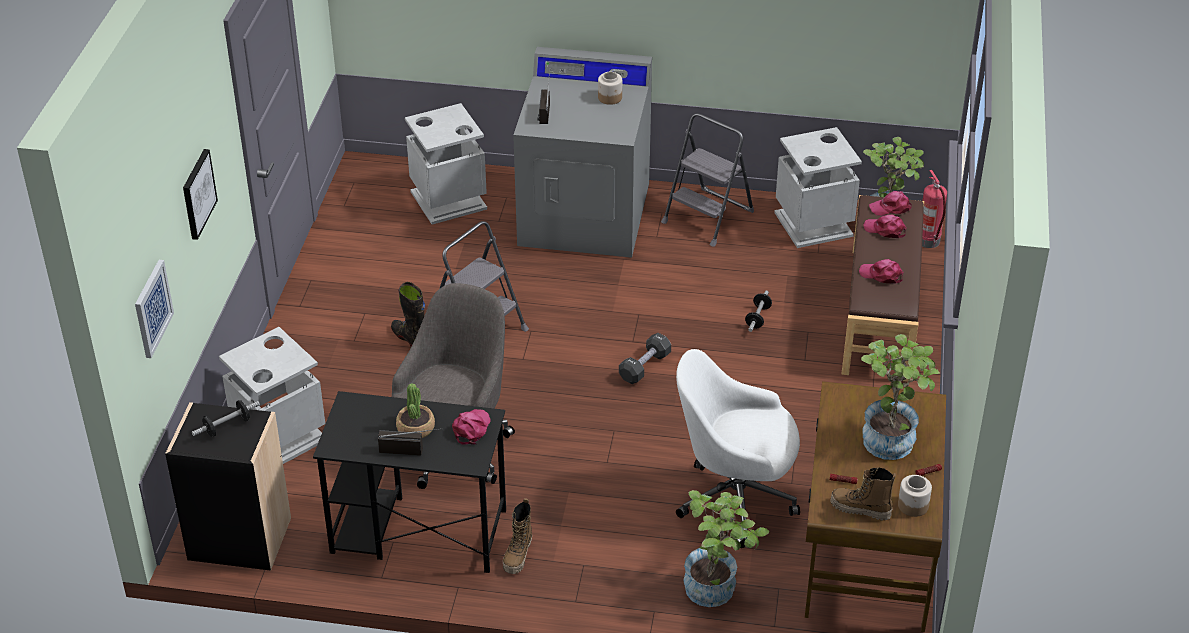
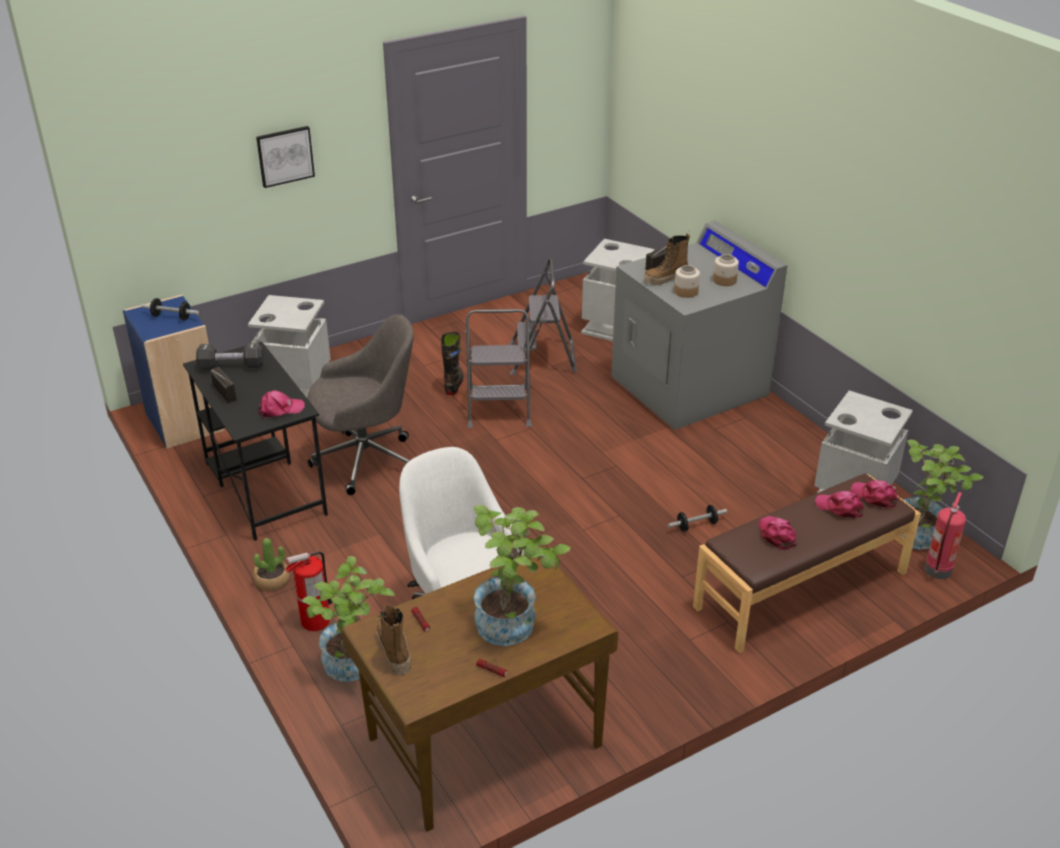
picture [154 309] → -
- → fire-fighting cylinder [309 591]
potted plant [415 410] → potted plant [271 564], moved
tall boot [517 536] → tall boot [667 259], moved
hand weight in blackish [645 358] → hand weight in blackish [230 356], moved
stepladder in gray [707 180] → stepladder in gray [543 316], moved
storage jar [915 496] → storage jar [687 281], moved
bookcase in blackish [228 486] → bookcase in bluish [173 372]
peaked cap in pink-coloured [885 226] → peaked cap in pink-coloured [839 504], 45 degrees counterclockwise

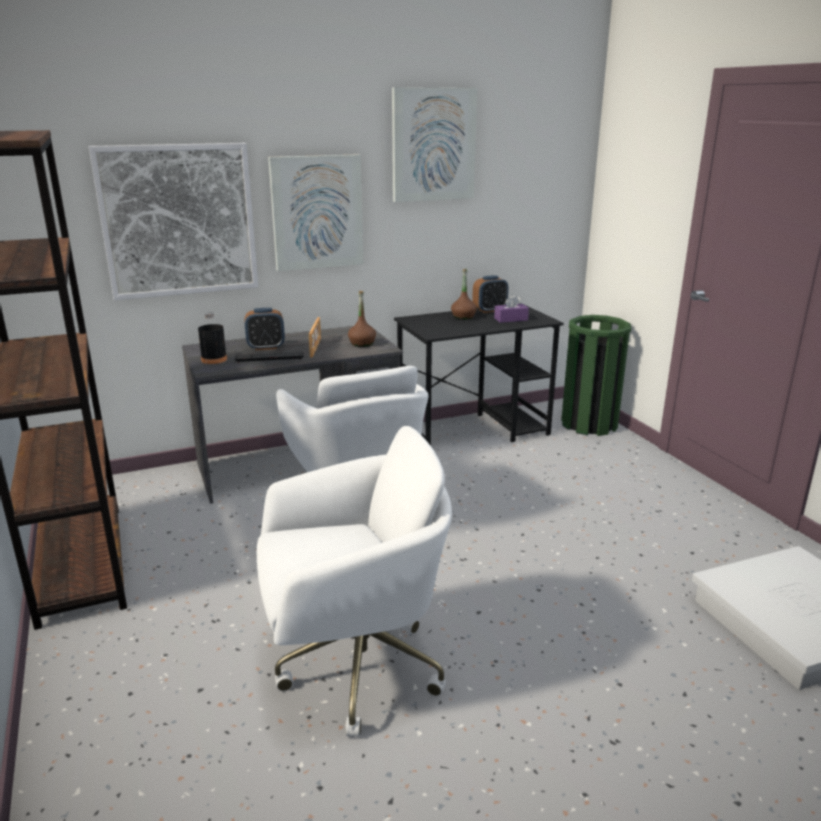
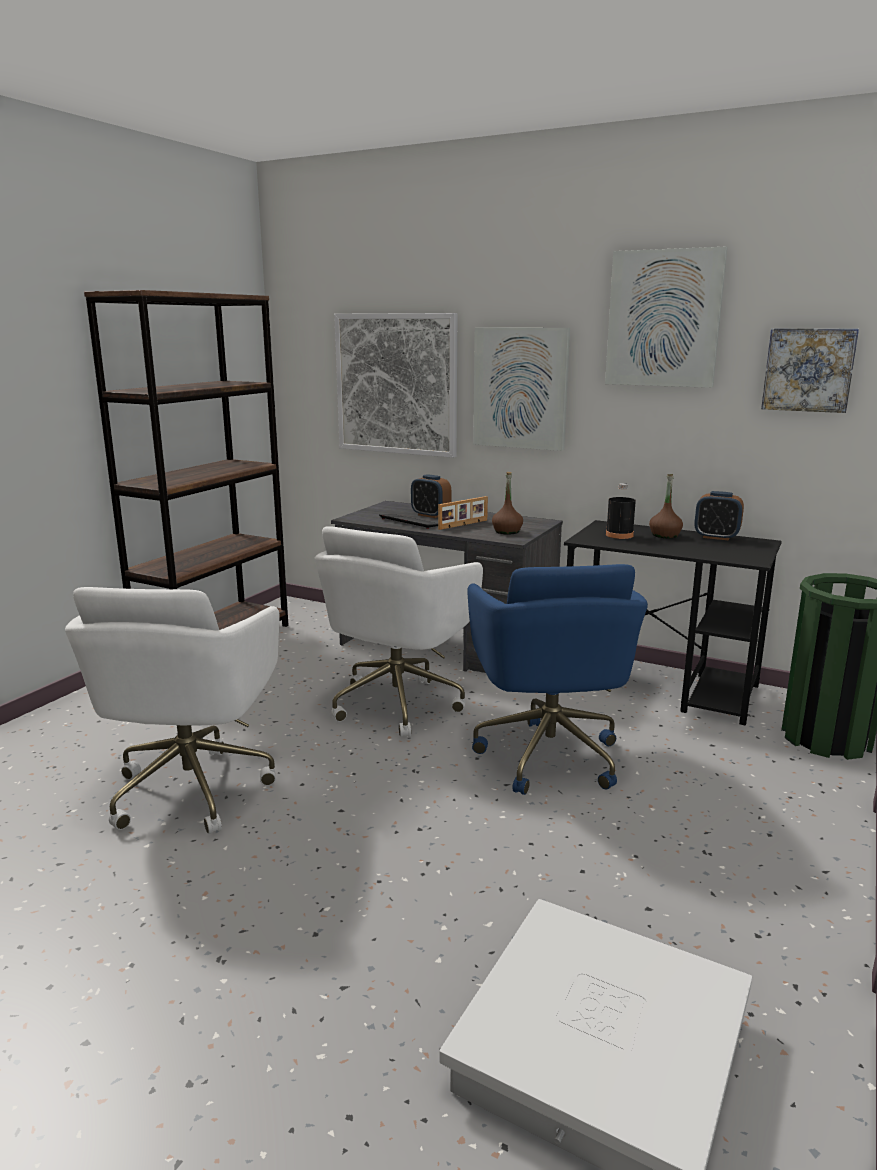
tissue box in purple [511 309] → -
- → computer chair in bluish [557 679]
- → picture [810 370]
beverage bottle in blackish [212 338] → beverage bottle in blackish [621 511], moved
computer chair in whitish [354 581] → computer chair in whitish [172 710], 60 degrees clockwise

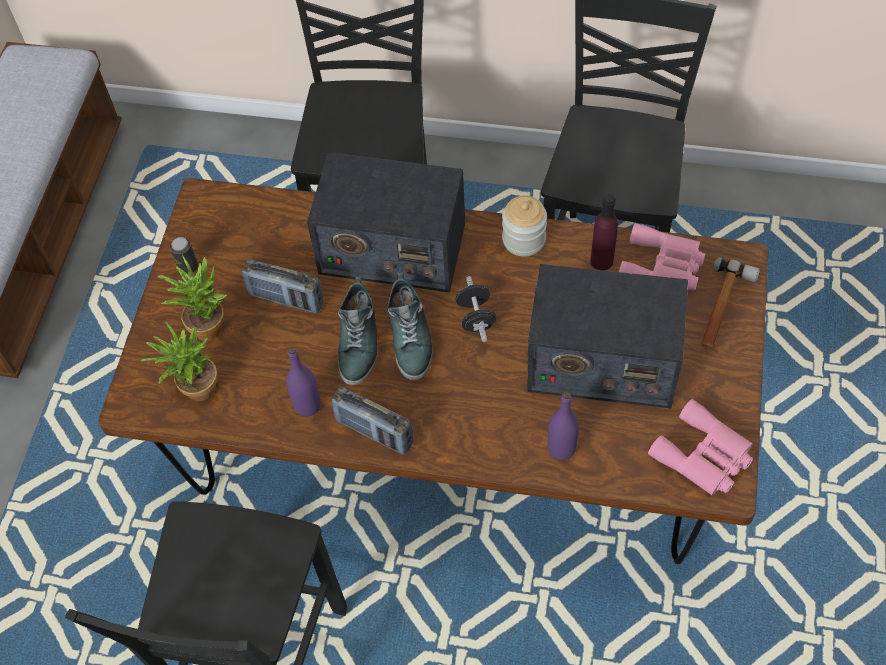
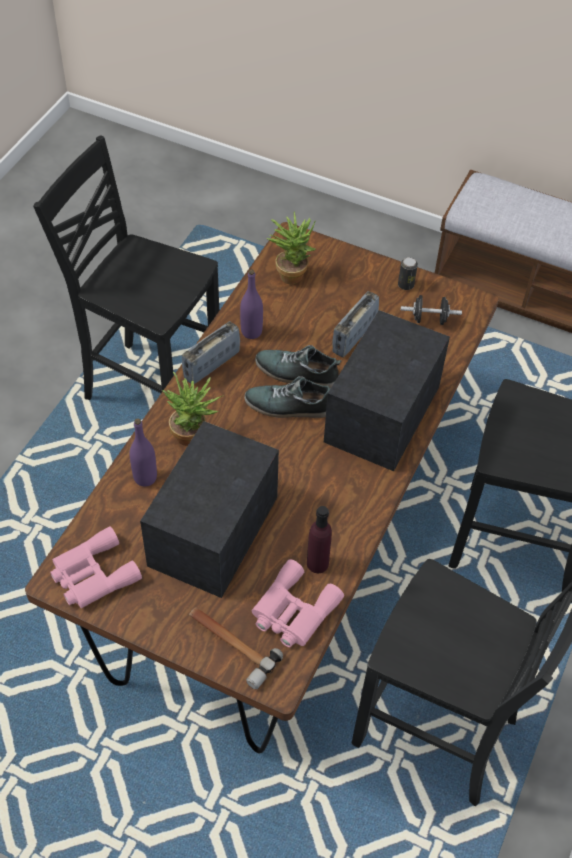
storage jar [524 226] → -
potted plant [192 298] → potted plant [193 409], moved
hand weight in blackish [476 309] → hand weight in blackish [431 310], moved

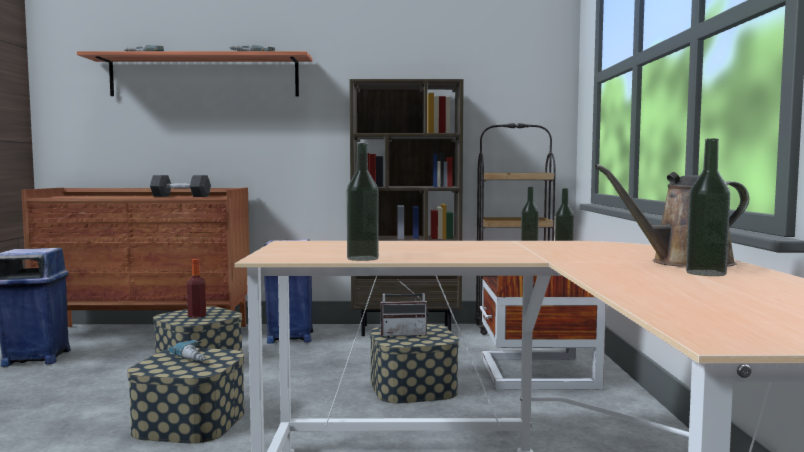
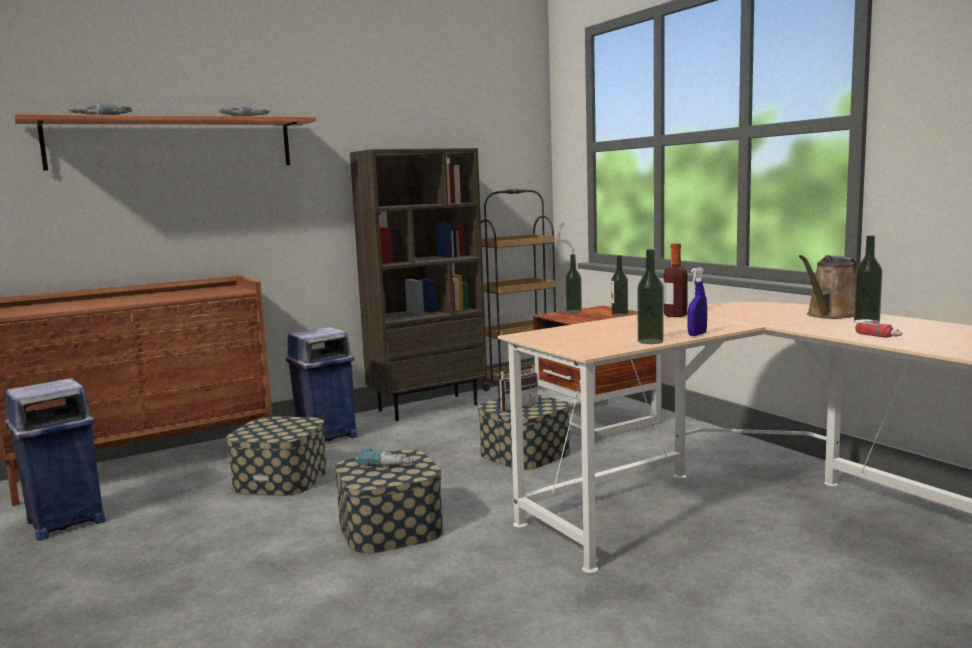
hand weight in gray [180 186] → -
- → hand sprayer in bluish [697 302]
- → electric drill [878 329]
beverage bottle [196 288] → beverage bottle [676 280], moved

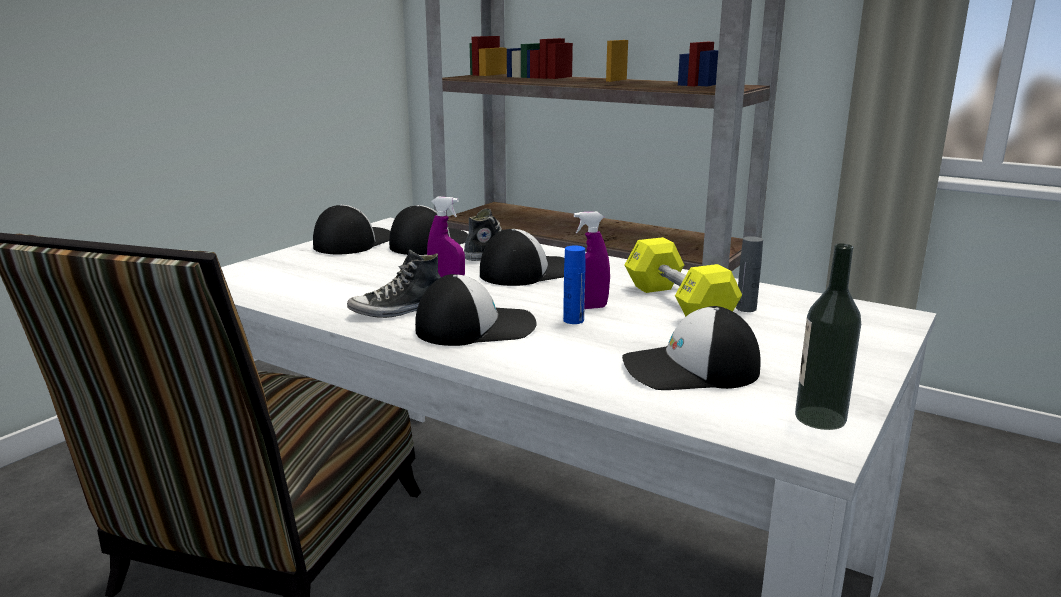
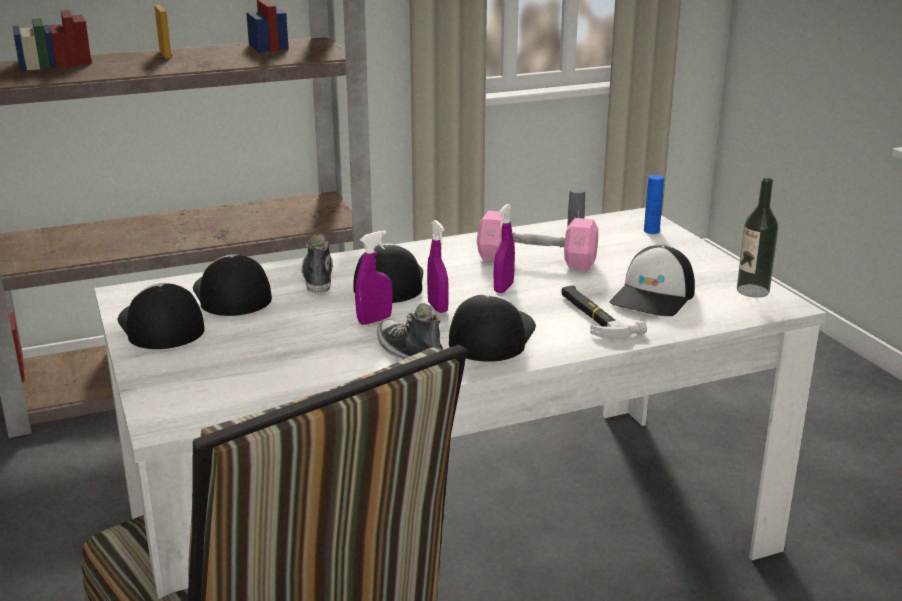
- → hand sprayer in purple [438 266]
- → hand hammer [604 313]
beverage bottle in bluish [574 284] → beverage bottle in bluish [654 204], moved
hand weight in yellow-coloured [683 276] → hand weight in pink-coloured [537 240]
shoe [394 283] → shoe [410 331], 135 degrees clockwise

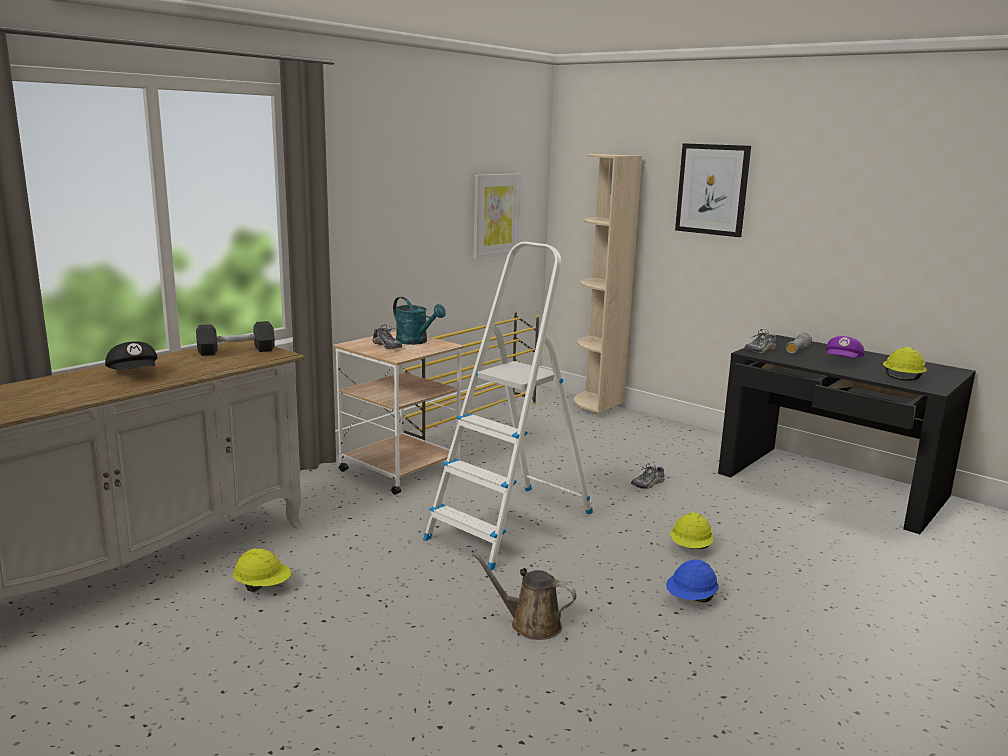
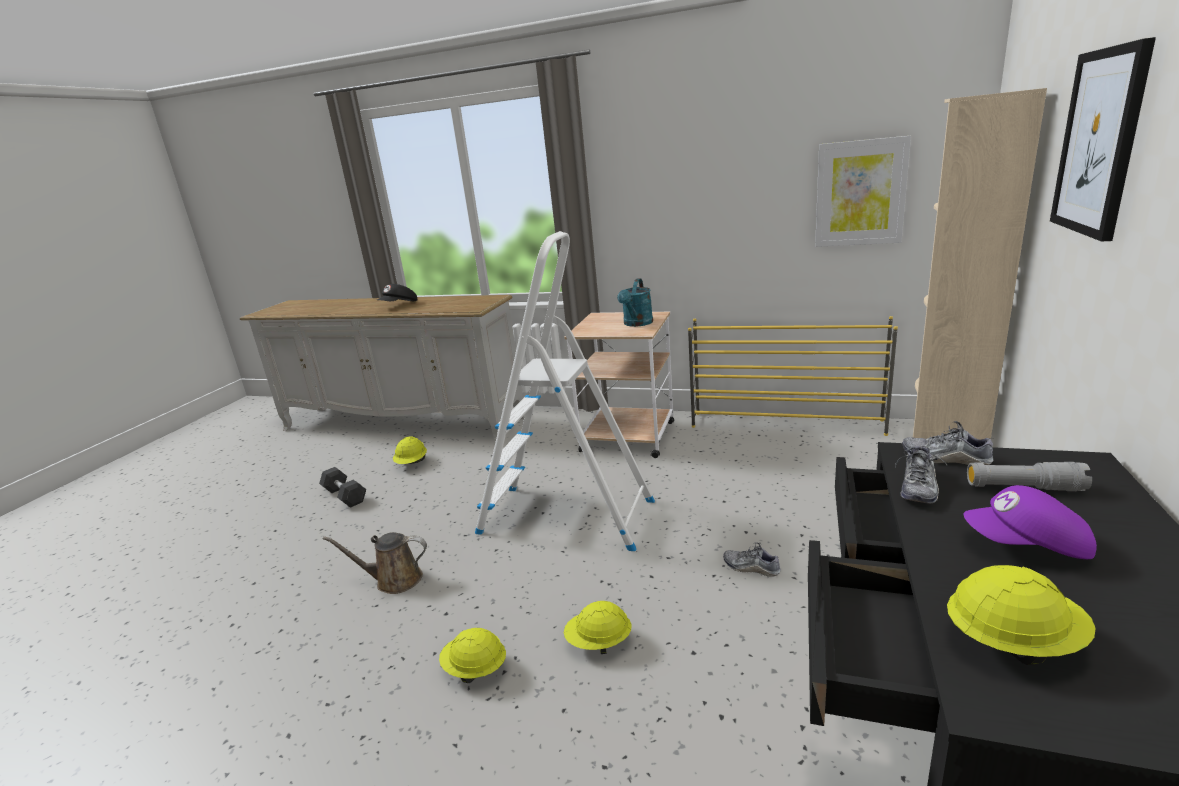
hand weight in gray [235 338] → hand weight in gray [342 487], moved
shoe [387 336] → shoe [921 473], moved
hard hat in bluish [692 580] → hard hat in yellow-coloured [472 655]
sprinkling can in brown-coloured [524 596] → sprinkling can in brown-coloured [375 563], 90 degrees counterclockwise

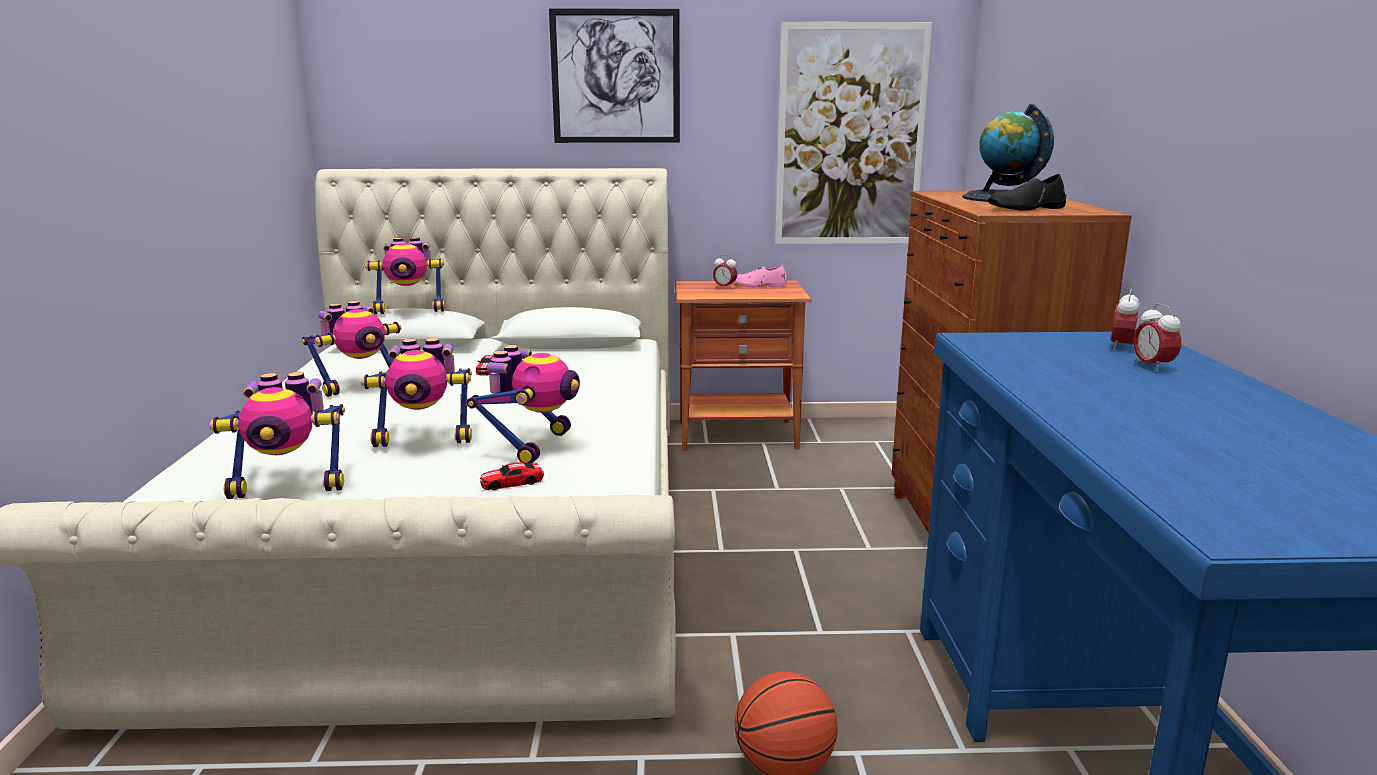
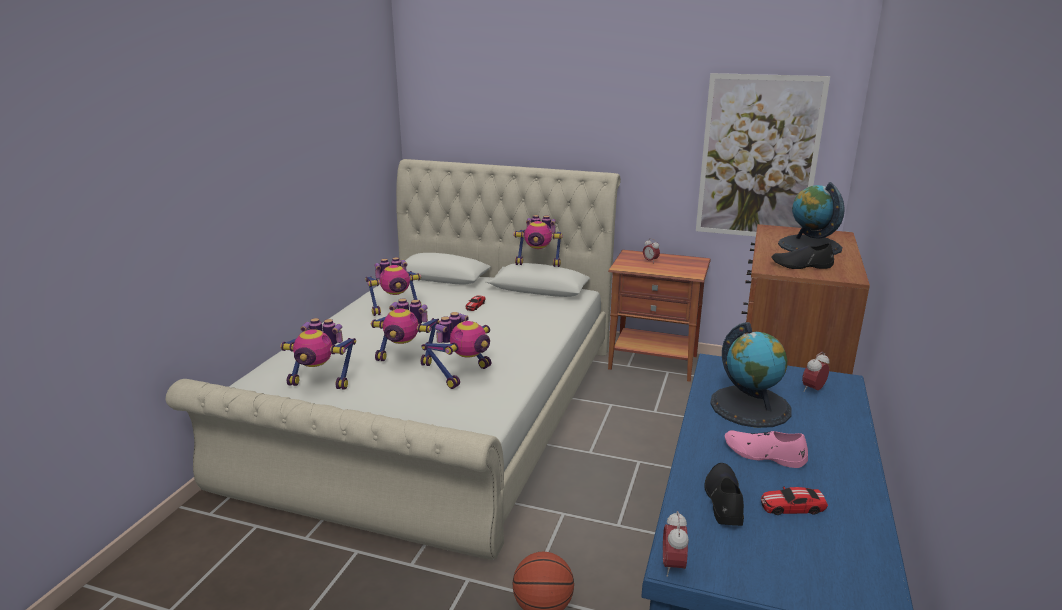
picture [614 75] → -
- → shoe in blackish [724 494]
- → desk globe [751 375]
toy robot [405 275] → toy robot [538 241], moved
toy car [512 476] → toy car [794 501], moved
shoe in pink-coloured [761 276] → shoe in pink-coloured [766 449], moved
bedside clock [1157 337] → bedside clock [676 544], moved

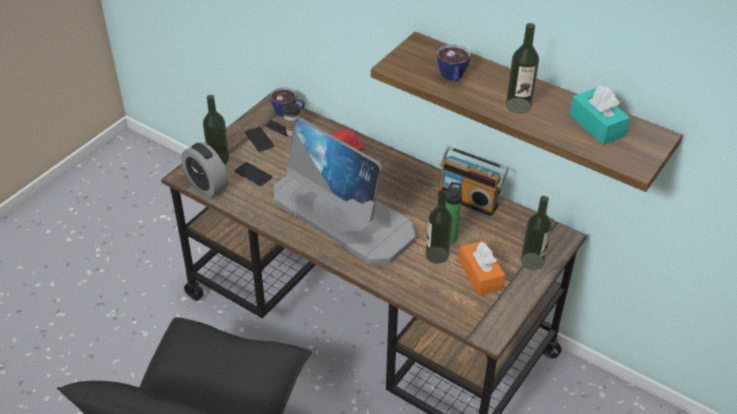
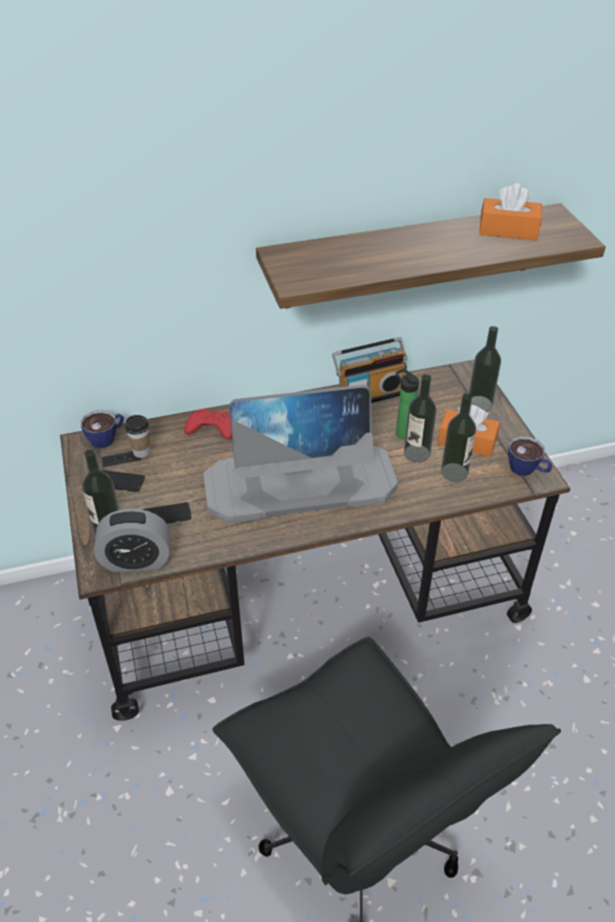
cup [454 63] → cup [530 456], moved
beverage bottle [522 68] → beverage bottle [458 437], moved
tissue box in turquoise [599 115] → tissue box in orange [510 212]

